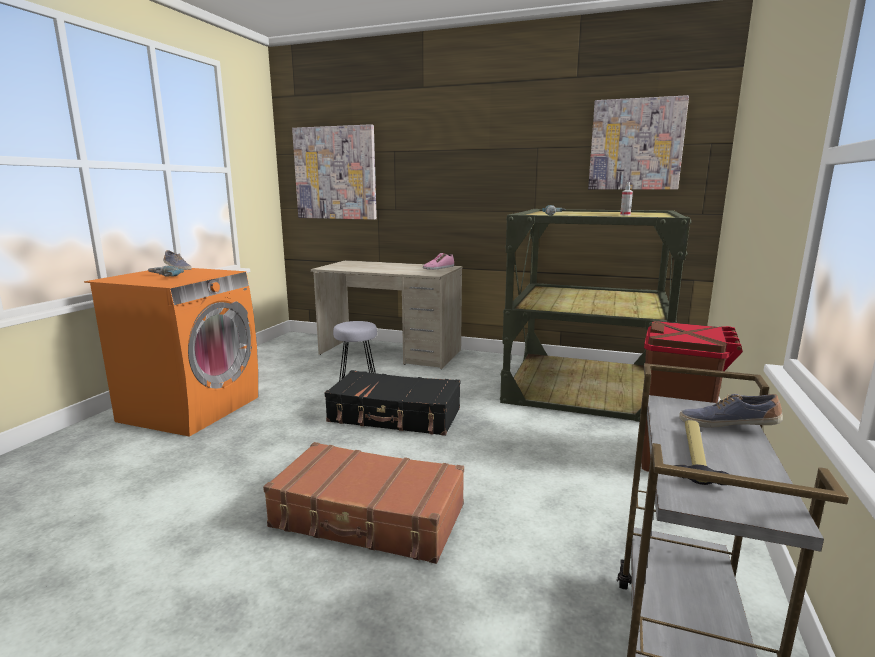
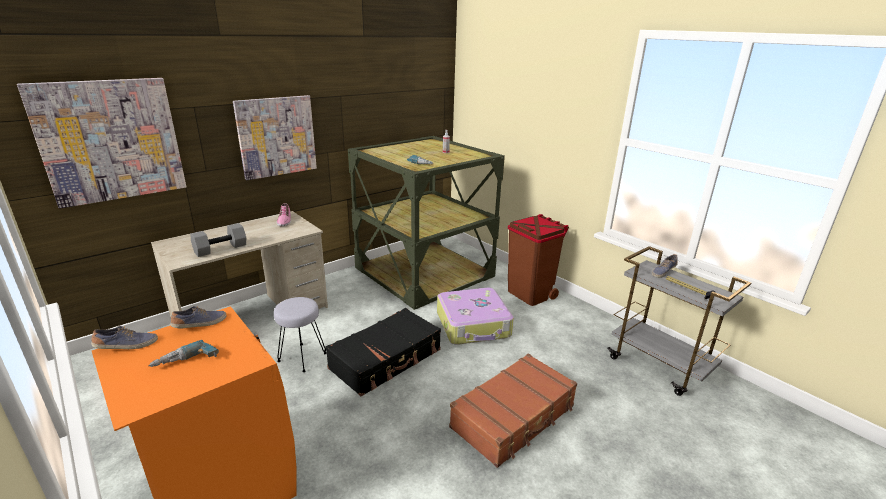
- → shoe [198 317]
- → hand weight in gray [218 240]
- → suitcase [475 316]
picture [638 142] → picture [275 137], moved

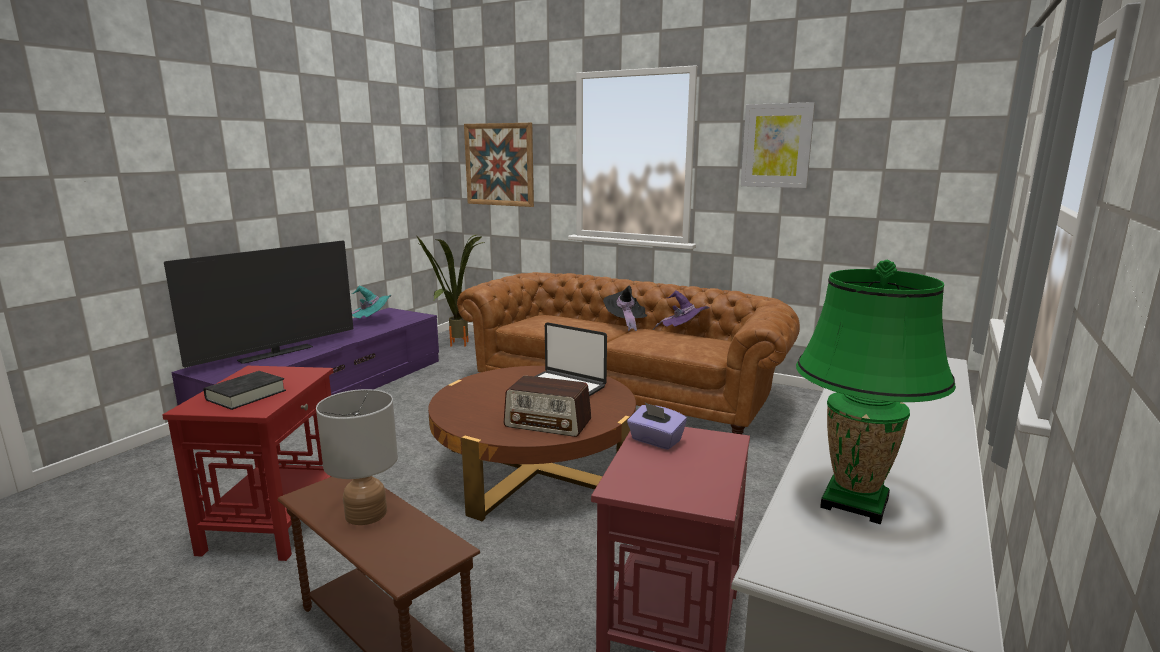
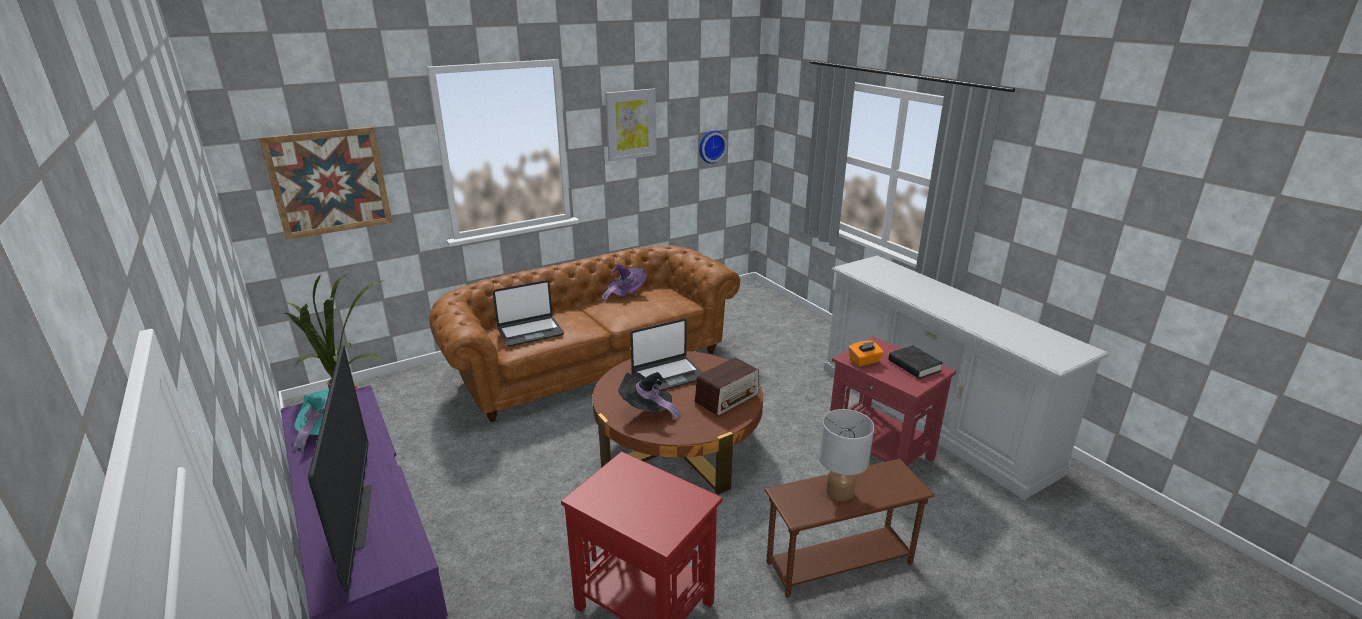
lamp for a table in greenish [876 392] → -
- → laptop [528 313]
- → wall clock [713 147]
book in blackish [245 390] → book in blackish [915 362], moved
wearable hat in blackish [625 308] → wearable hat in blackish [650 396], moved
tissue box in purple [657 426] → tissue box in orange [866 353]

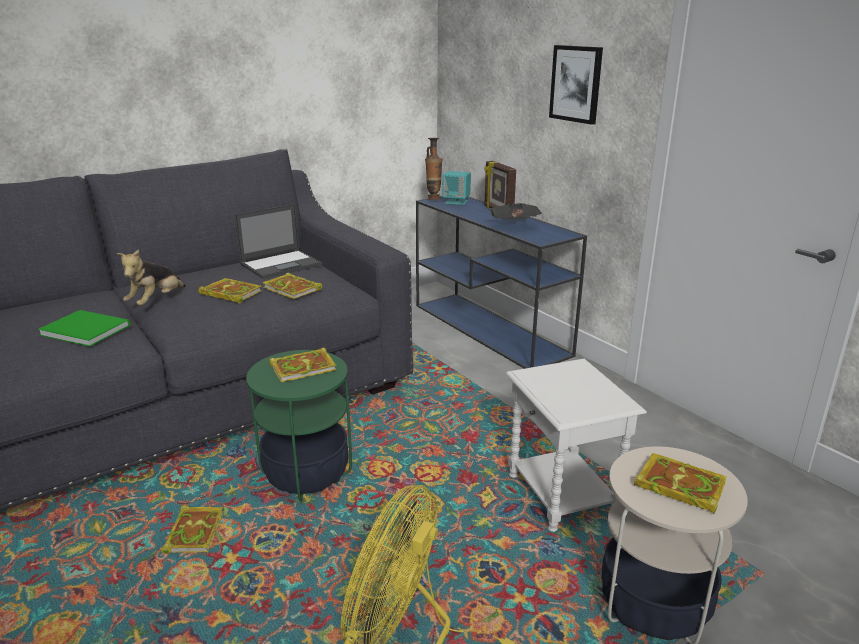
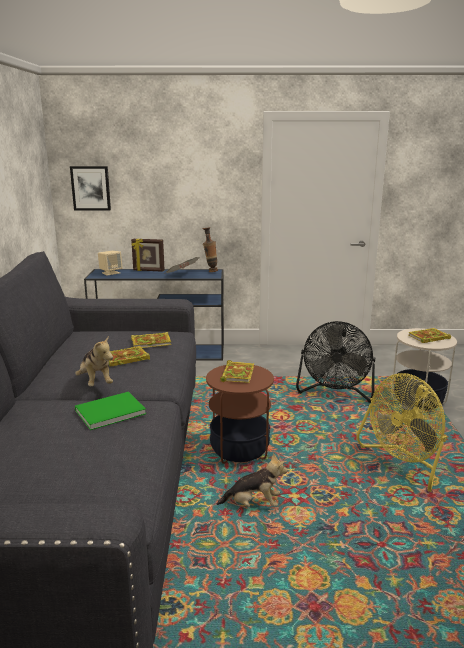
laptop [278 241] → -
decorative vase [434 169] → decorative vase [210 249], moved
picture [576 85] → picture [90 188], moved
book [192 529] → cuddly toy [251 480]
accent table in whitish [576 445] → cooling fan in blackish [335 362]
accent table in greenish [299 425] → accent table in brown-coloured [240 414]
loudspeaker in turquoise [456 188] → loudspeaker in beige-coloured [110 263]

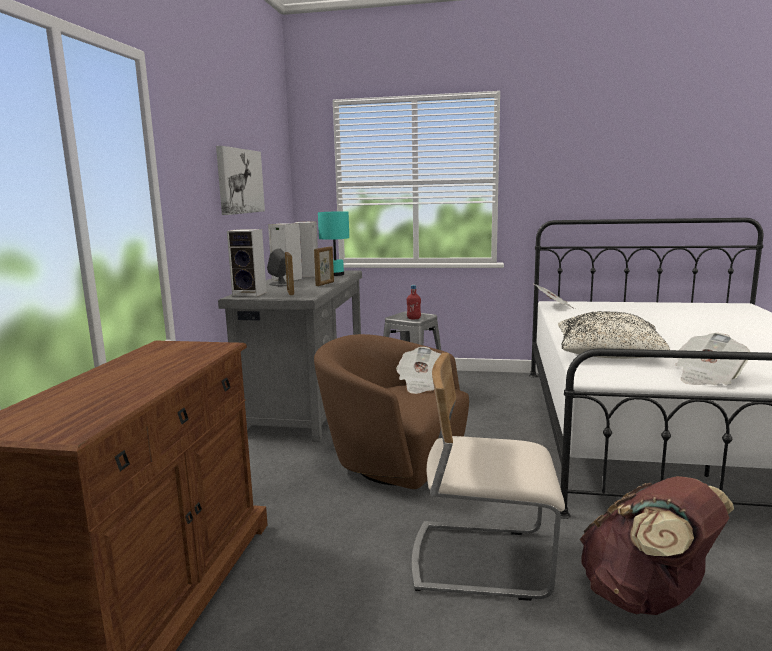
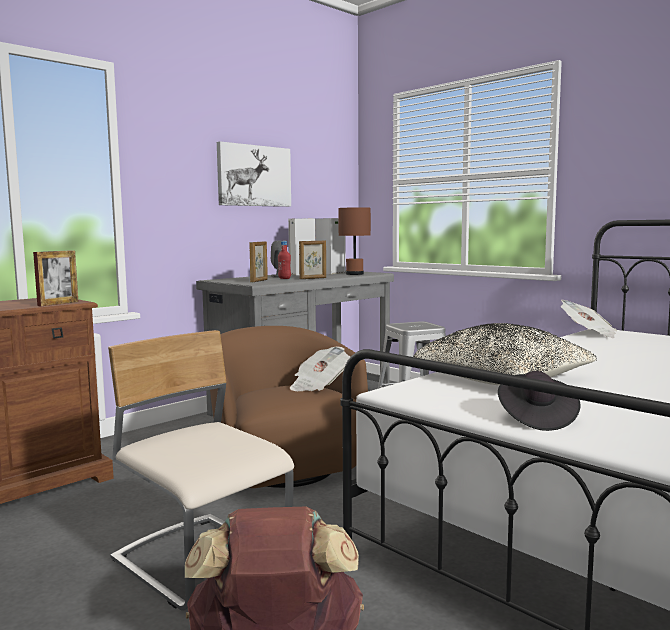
loudspeaker [247 263] → -
- → photo frame [56 278]
beverage bottle in red [414 302] → beverage bottle in red [284 260], moved
newspaper [713 359] → wearable hat in blackish [539 401]
lamp for a table in turquoise [333 243] → lamp for a table in brown-coloured [354 241]

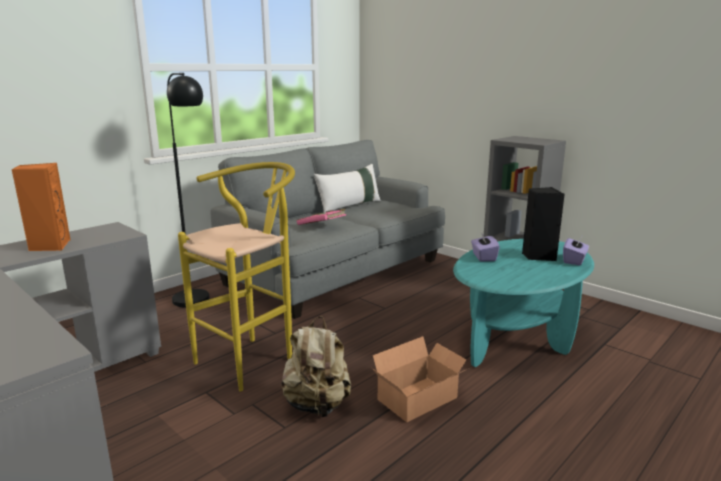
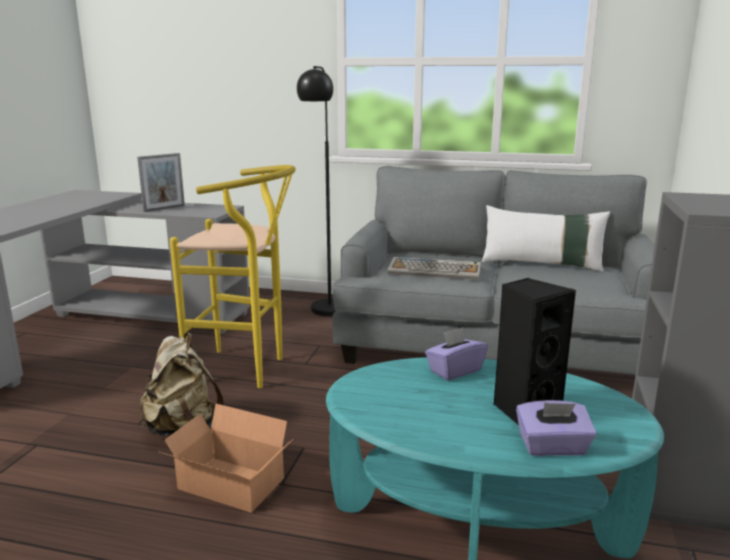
loudspeaker in orange [41 207] → photo frame [161 182]
book in pink-coloured [321 217] → computer keyboard [434 268]

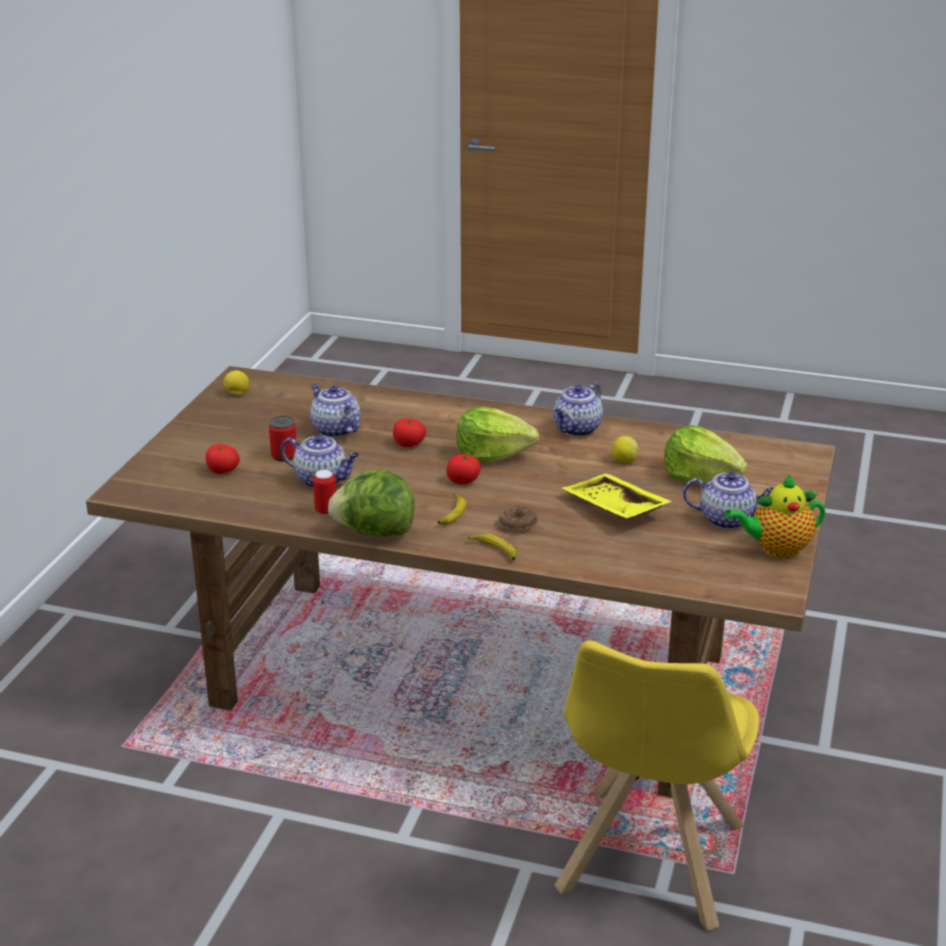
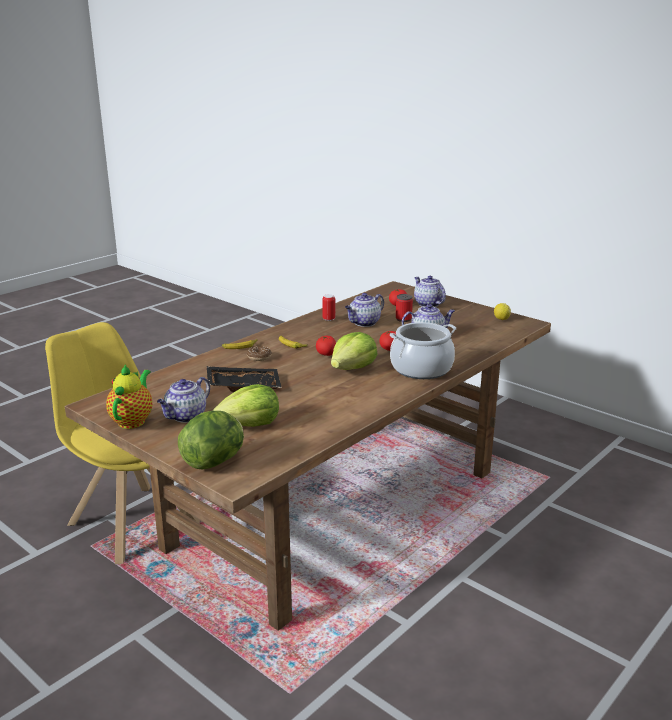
citrus fruit [625 450] → -
- → saucepot [423 350]
lettuce head [371 503] → lettuce head [211 440], moved
tea pot [578 409] → tea pot [430 291], moved
tray in yellow-coloured [617 496] → tray in blackish [244 379]

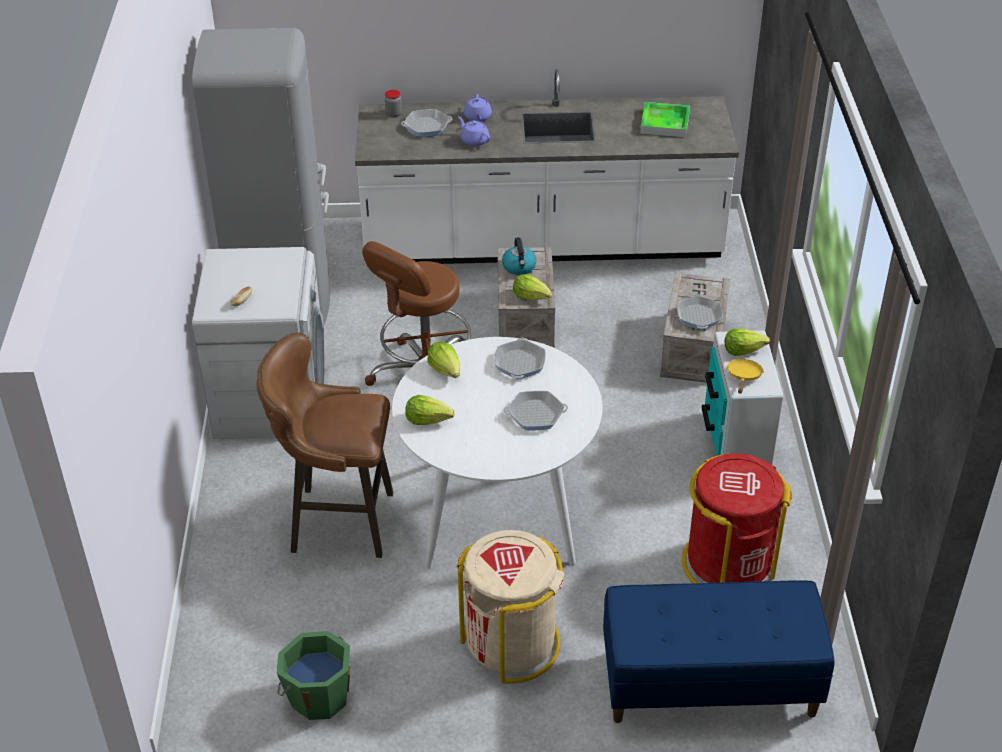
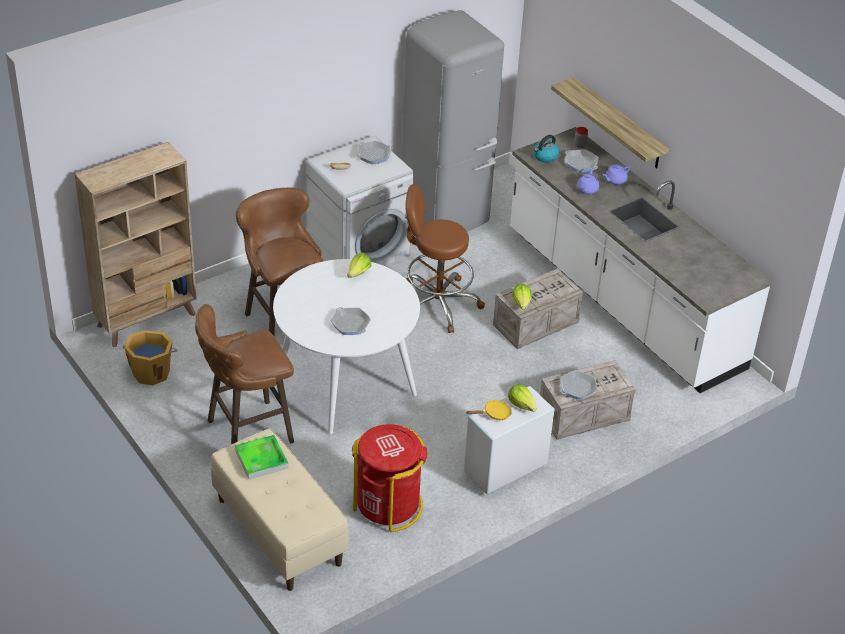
lettuce head [430 410] → -
- → bookcase in beige-coloured [136 244]
- → shelf [610 122]
pan [520 358] → pan [374 153], moved
kettle [519 256] → kettle [546 149], moved
tray [665 119] → tray [262 457], moved
trash can in beige-coloured [511 607] → stool in brown-coloured [244 374]
pail in greenish [313 675] → pail in orange [150 357]
indoor bench in bluish [718 651] → indoor bench in beige-coloured [279 509]

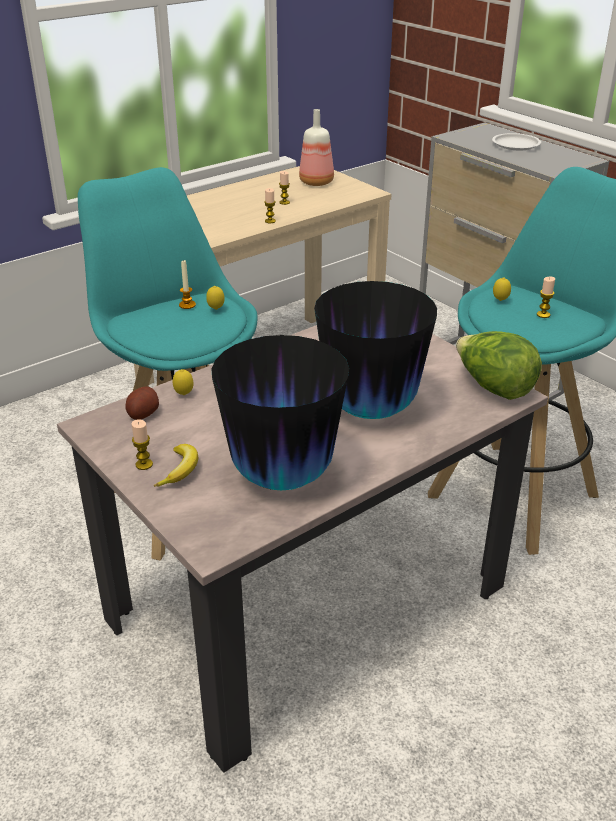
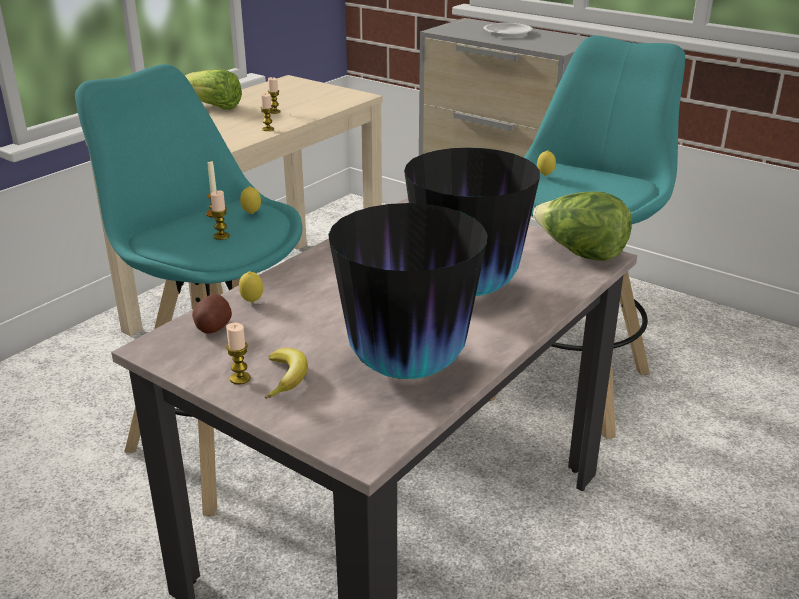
beverage bottle [316 147] → -
- → lettuce head [213 89]
wax candle [546 297] → wax candle [220 215], moved

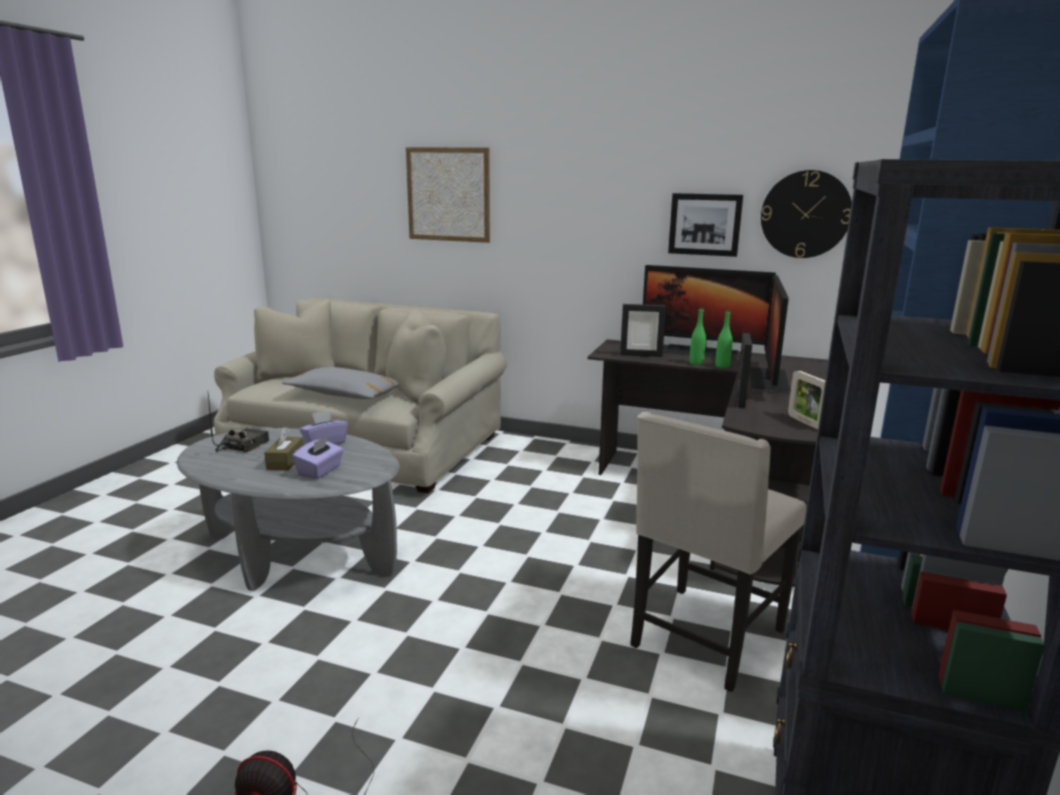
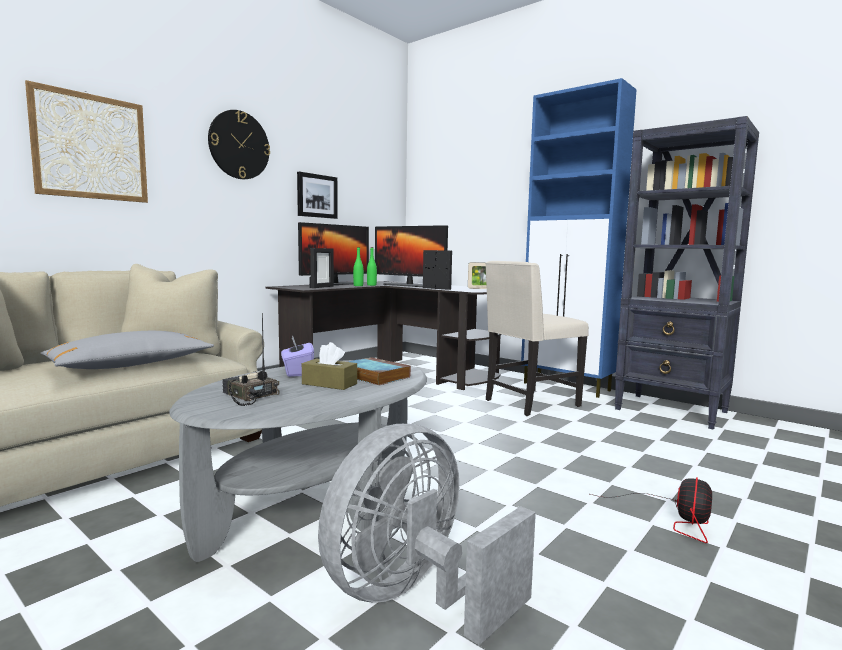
- → cooling fan in gray [427 534]
wall clock [806 214] → wall clock [239 144], moved
tissue box in purple [318 457] → book [379 371]
upright chair in beige-coloured [718 552] → upright chair in beige-coloured [537 338], 90 degrees clockwise

